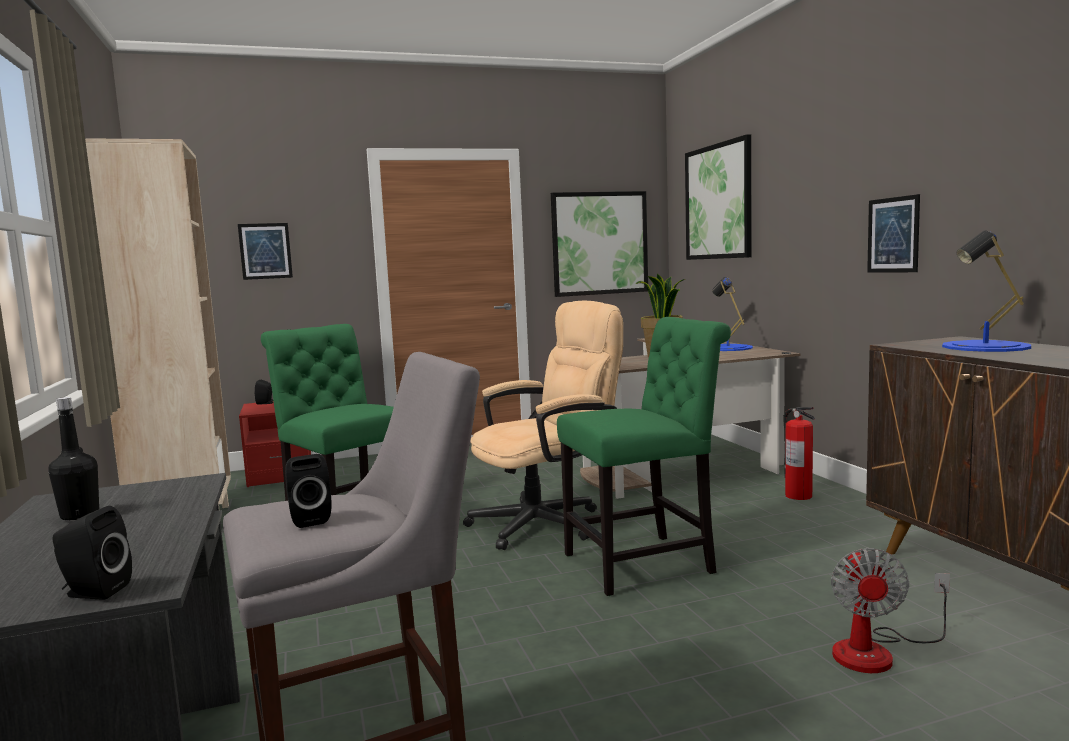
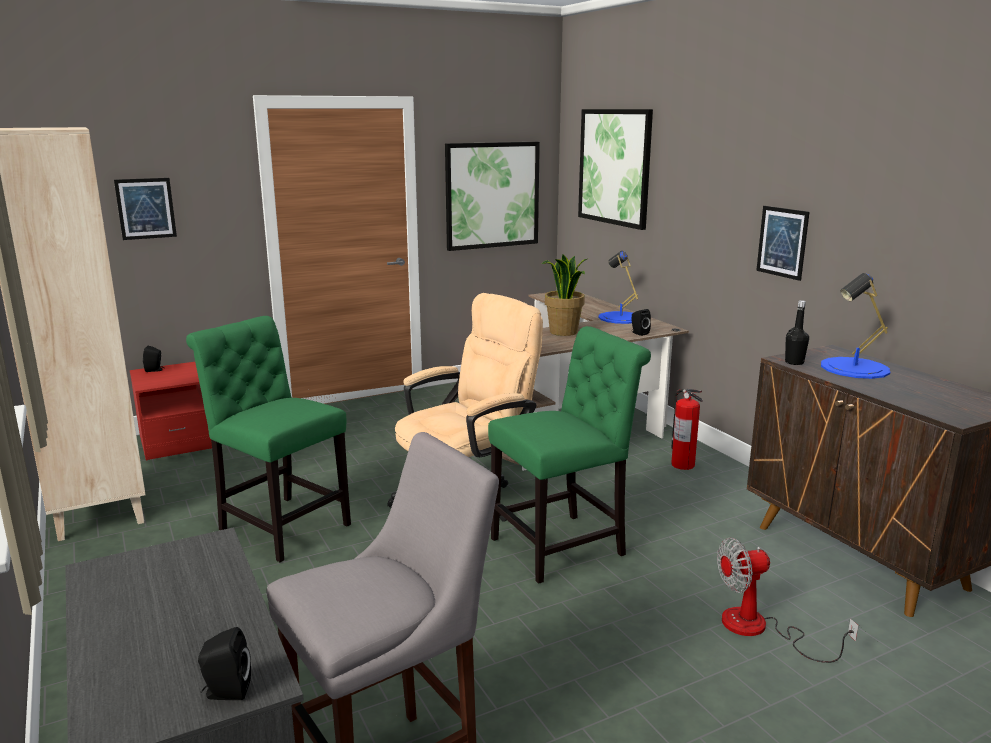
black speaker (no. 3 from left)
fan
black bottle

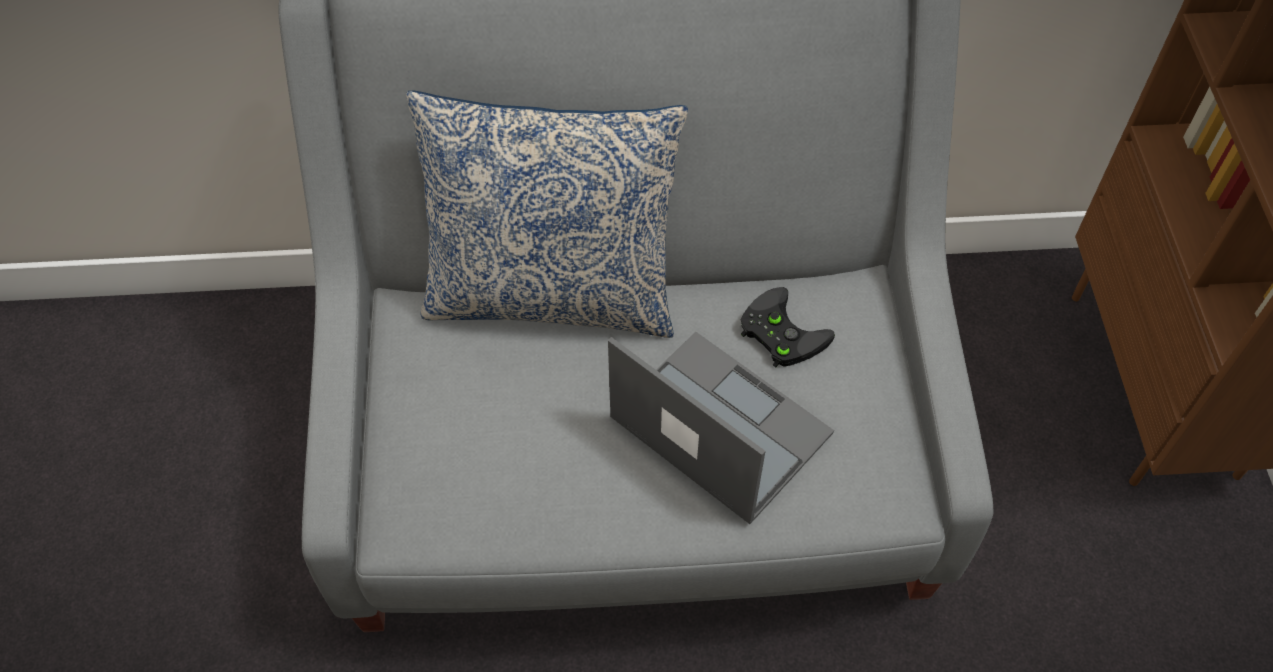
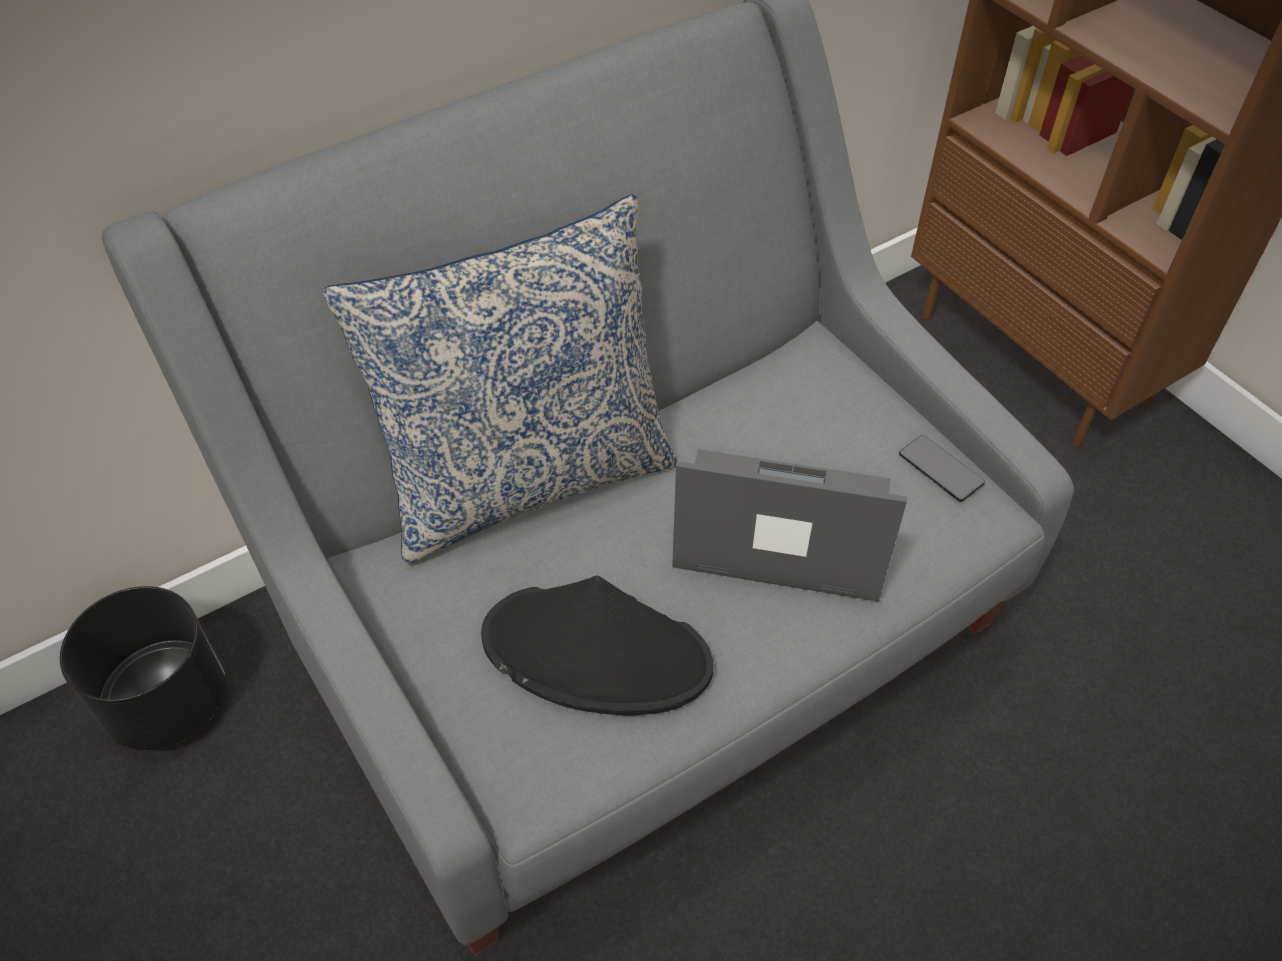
black planter
black hat
phone
black game controller

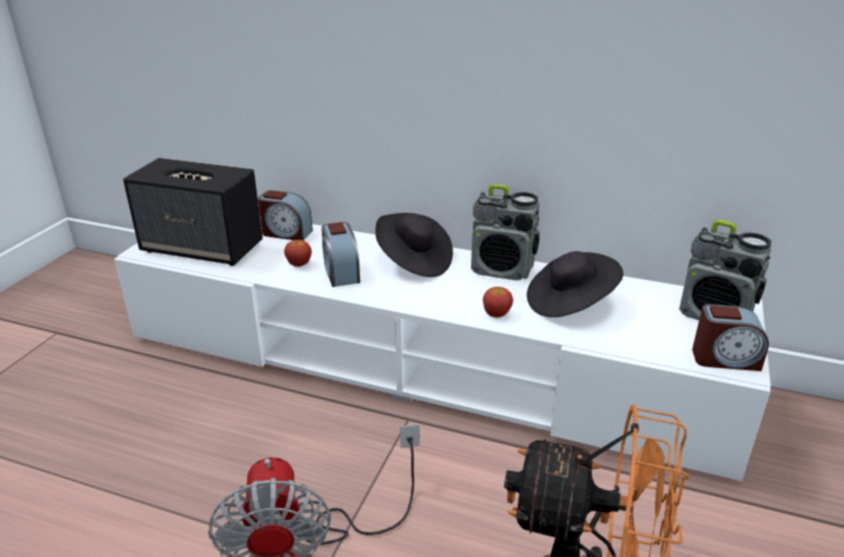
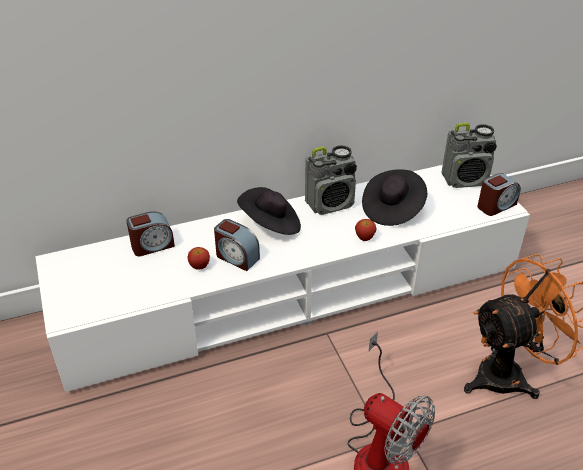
speaker

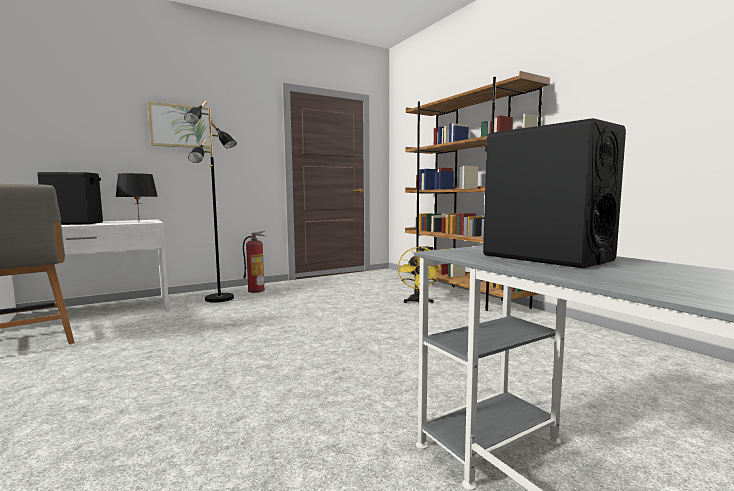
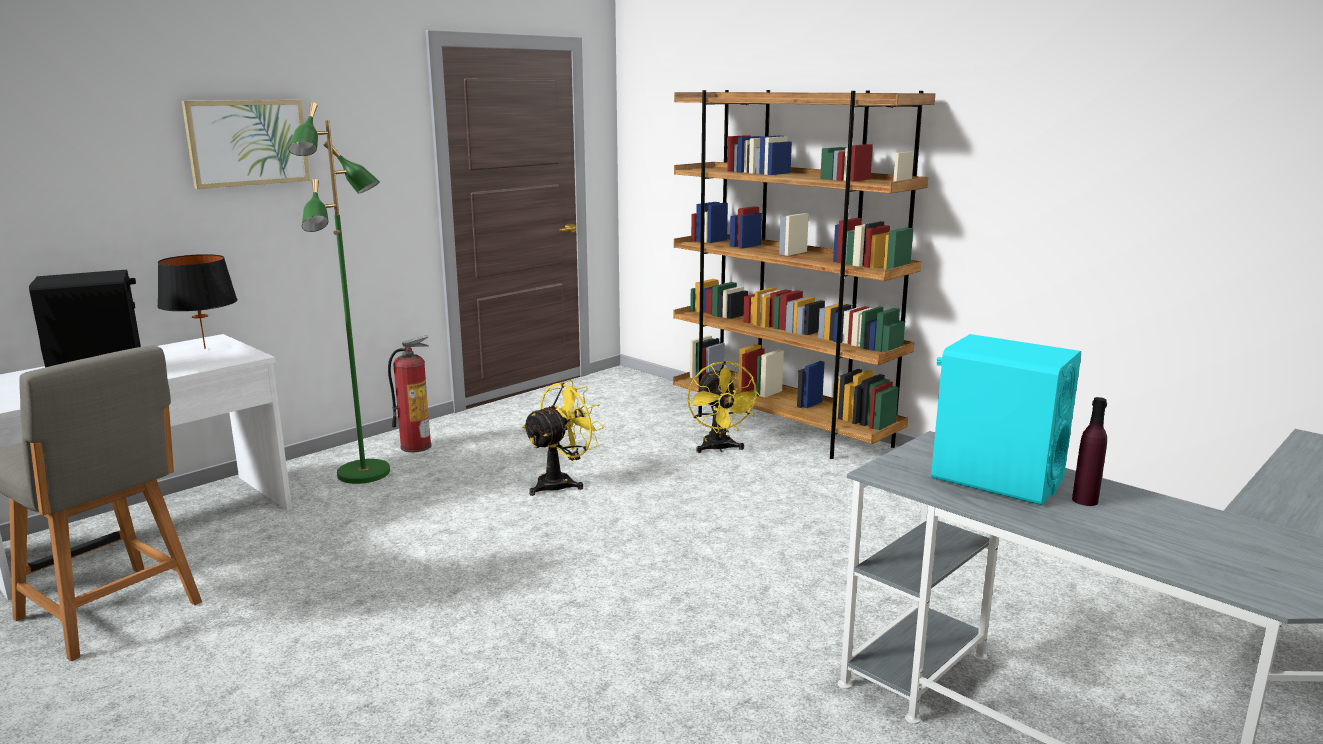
green floor lamp
yellow fan (no. 1 from left)
turquoise speaker
purple bottle

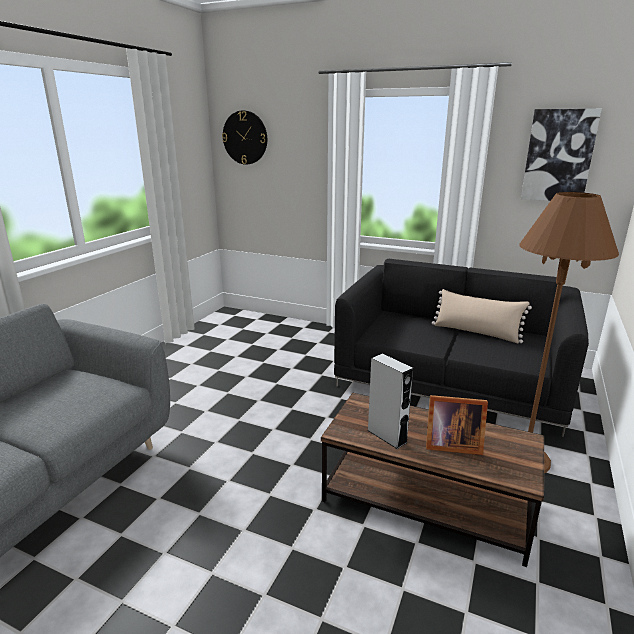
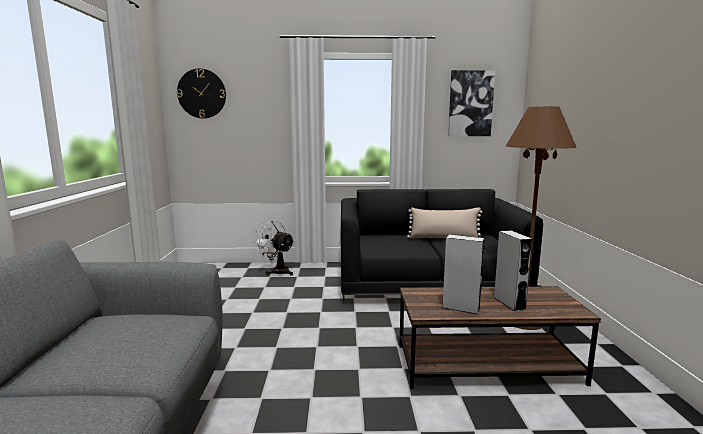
white fan
grey speaker (no. 2 from left)

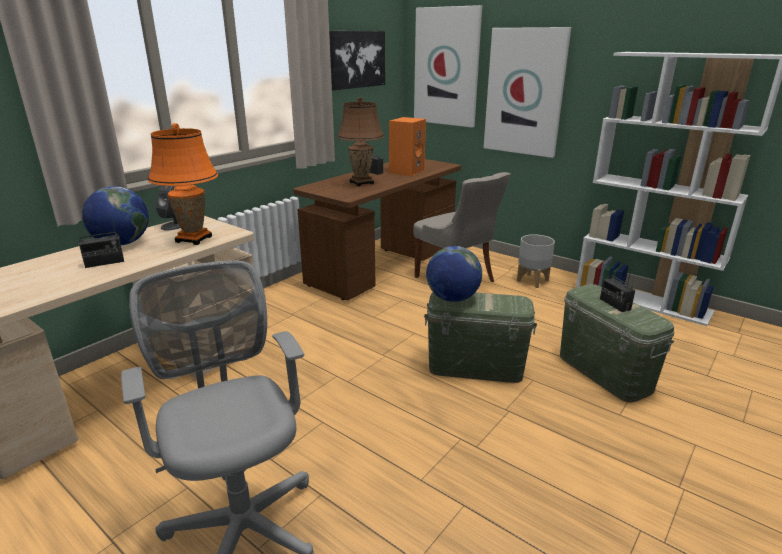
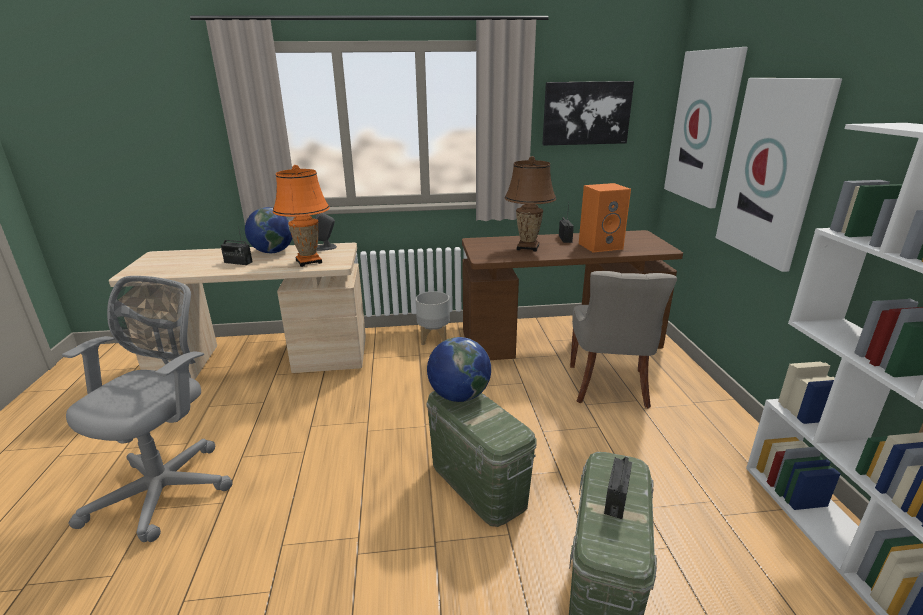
grey planter

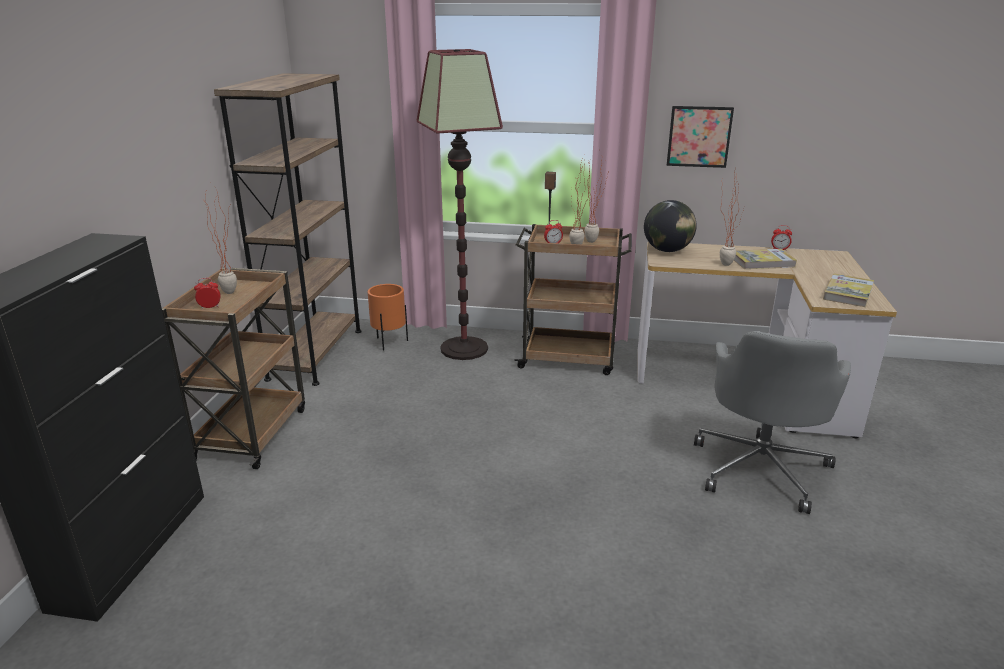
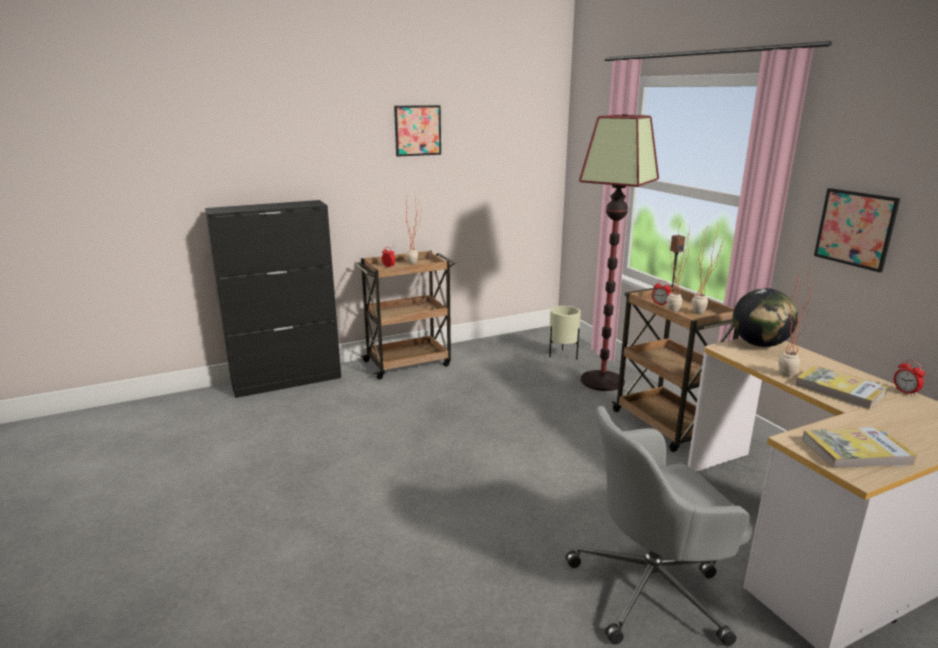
picture (no. 1 from left)
beige planter
brown bookcase

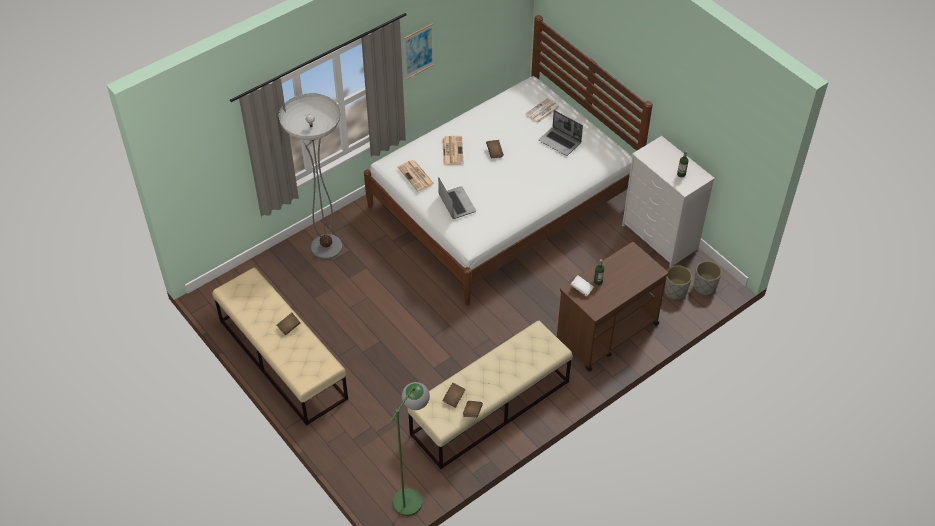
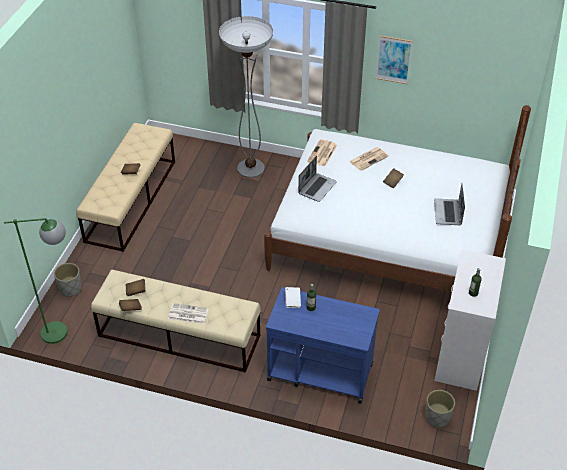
grey planter (no. 1 from left)
newspaper (no. 1 from left)
blue cart

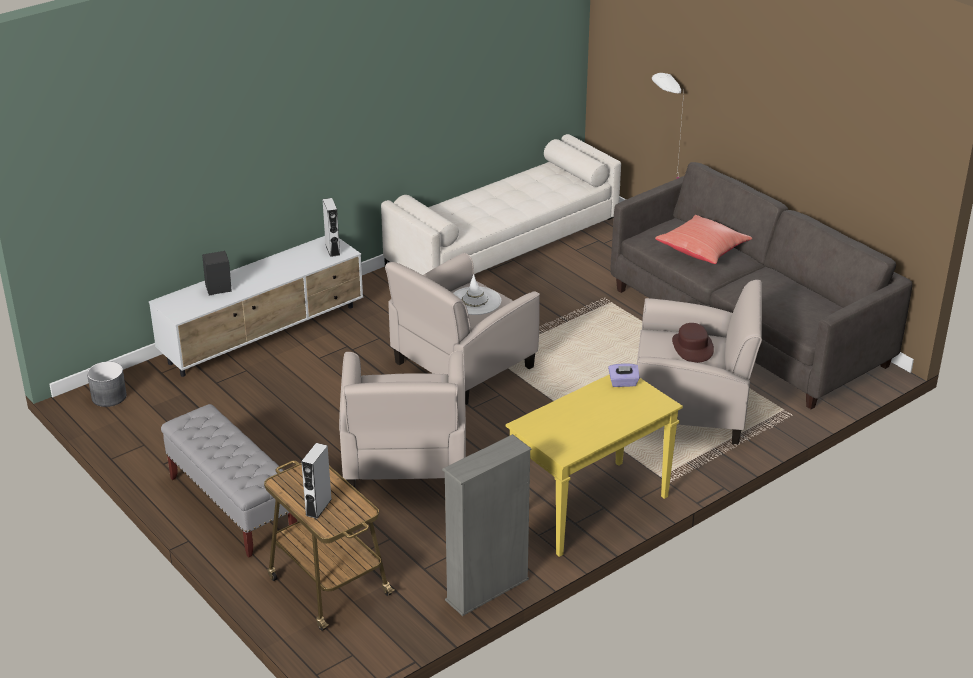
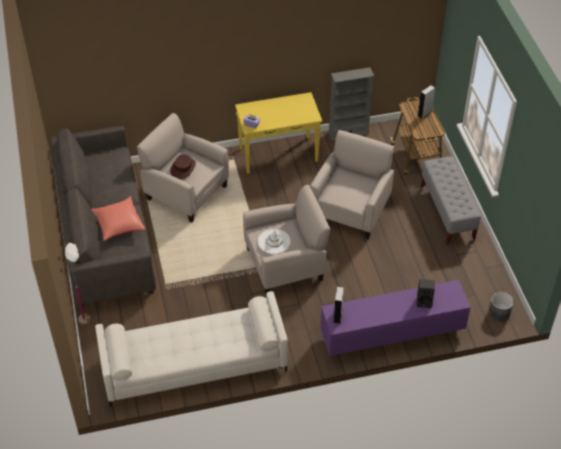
purple tv stand

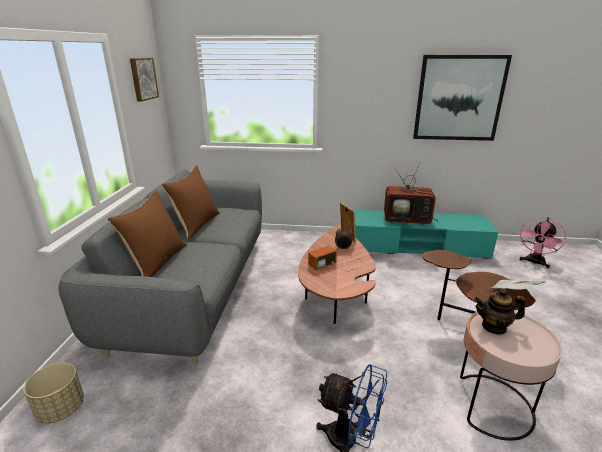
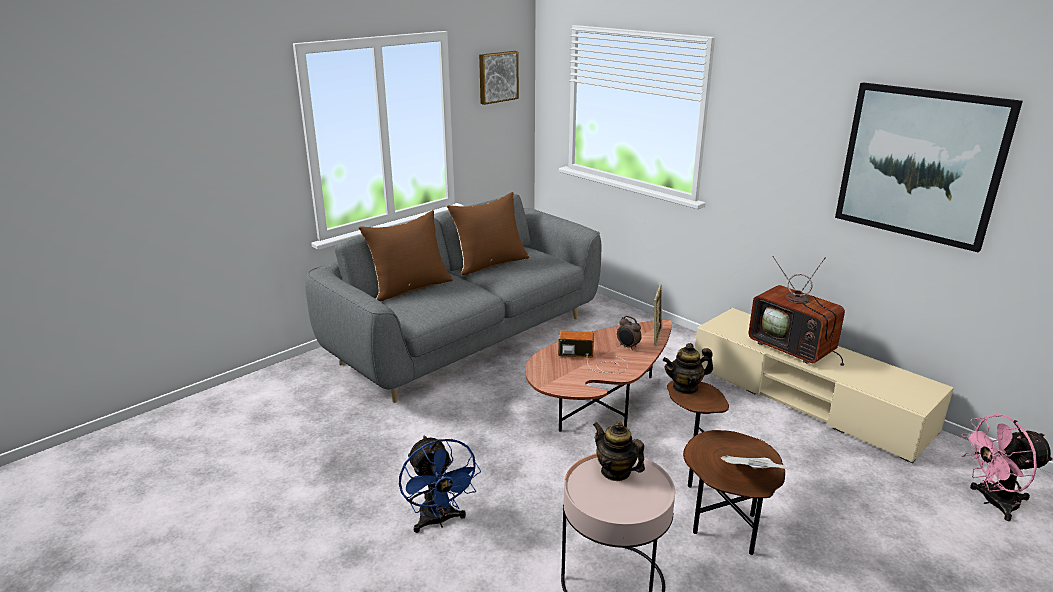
teapot (no. 2 from left)
beige tv stand
beige planter

